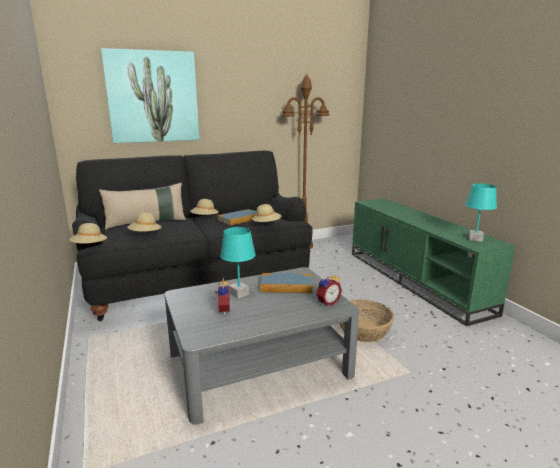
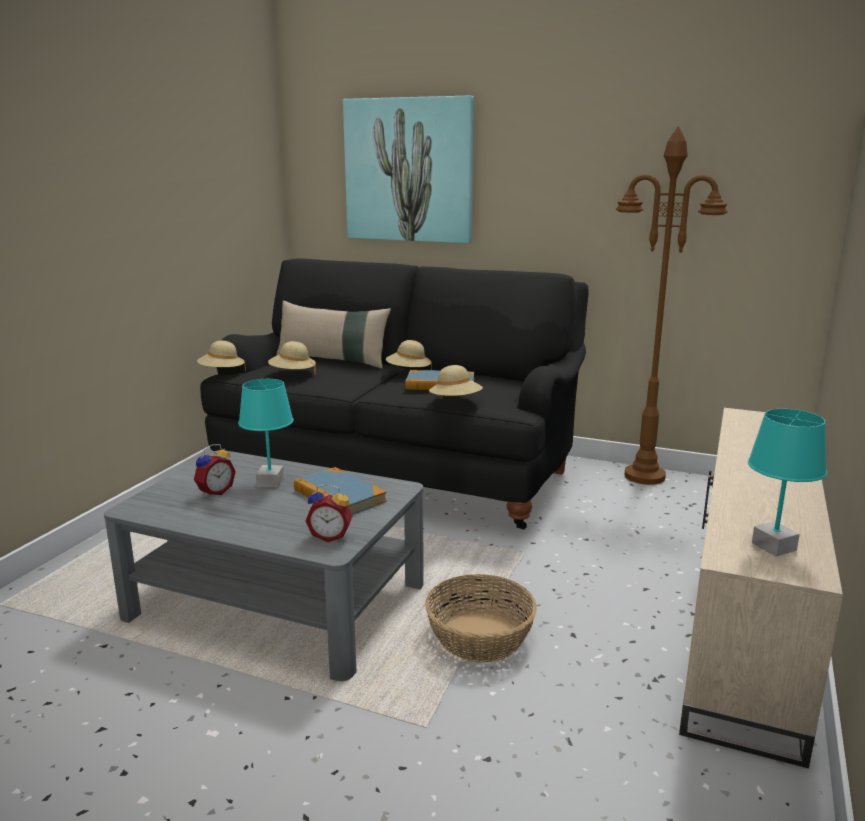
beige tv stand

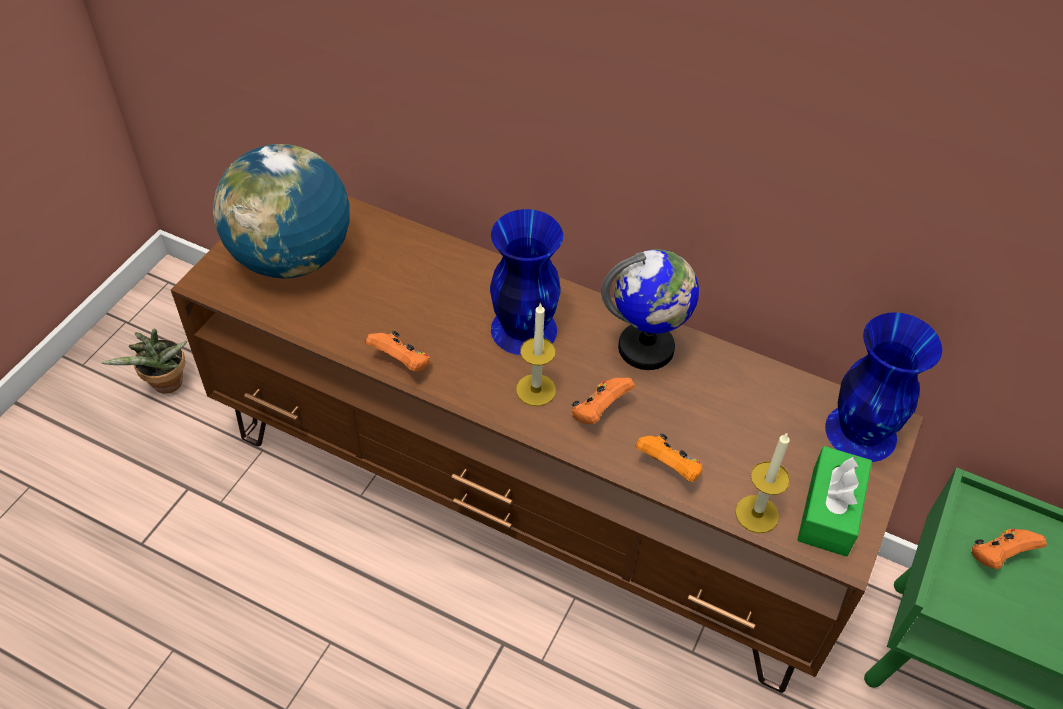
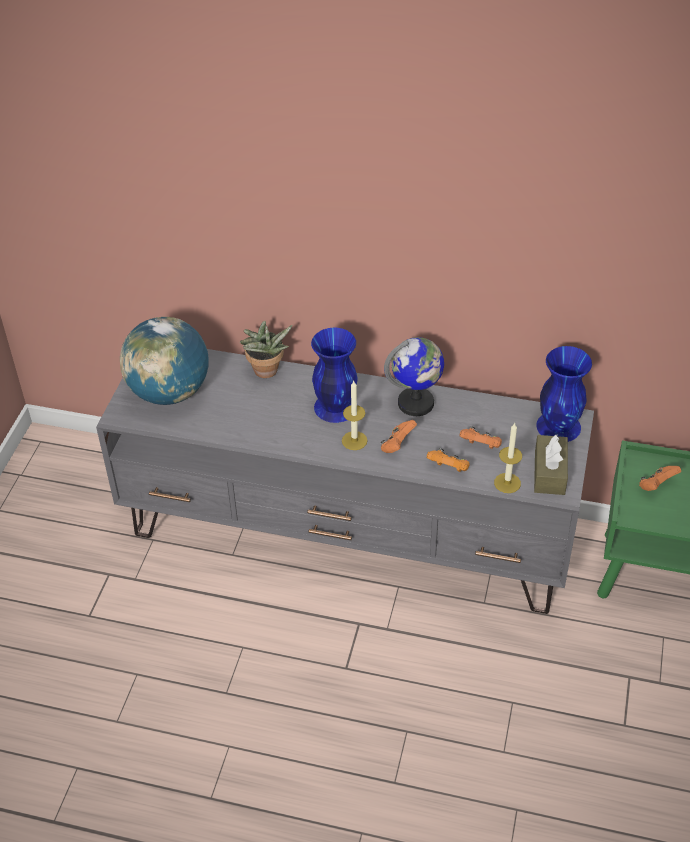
grey tv stand
potted plant
orange game controller (no. 3 from left)
brown tissue box

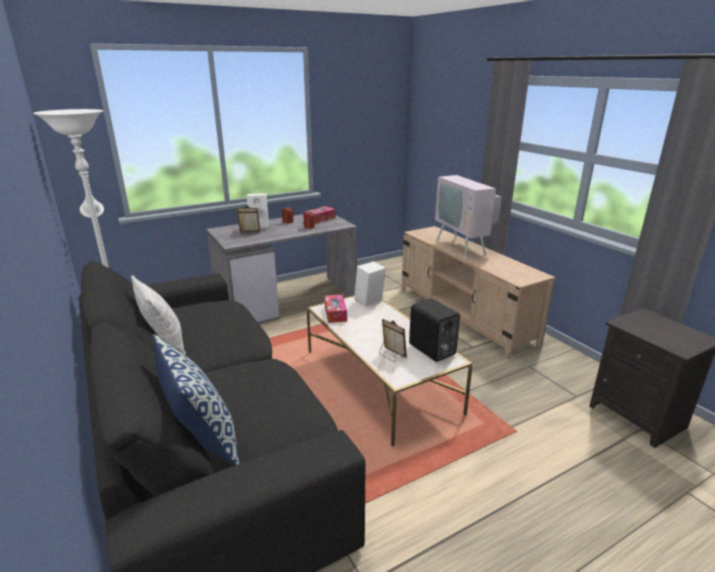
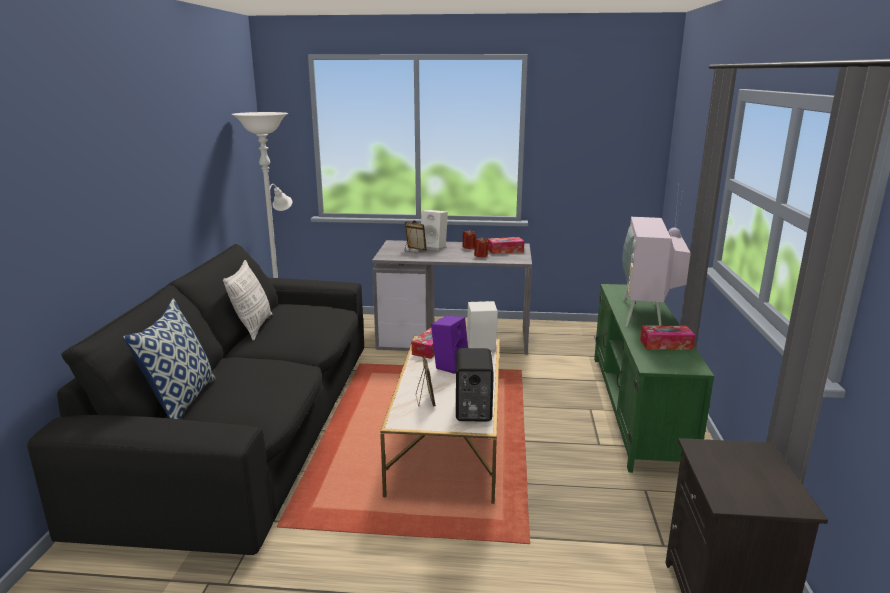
purple speaker
green tv stand
tissue box (no. 3 from left)

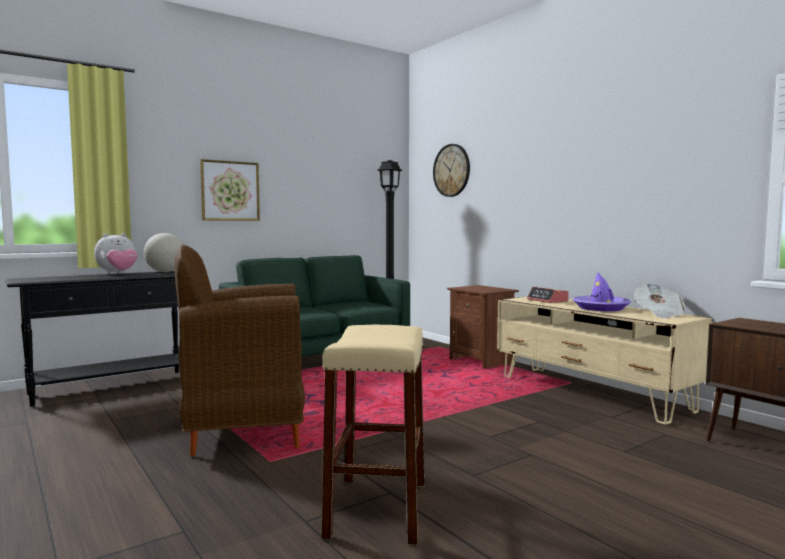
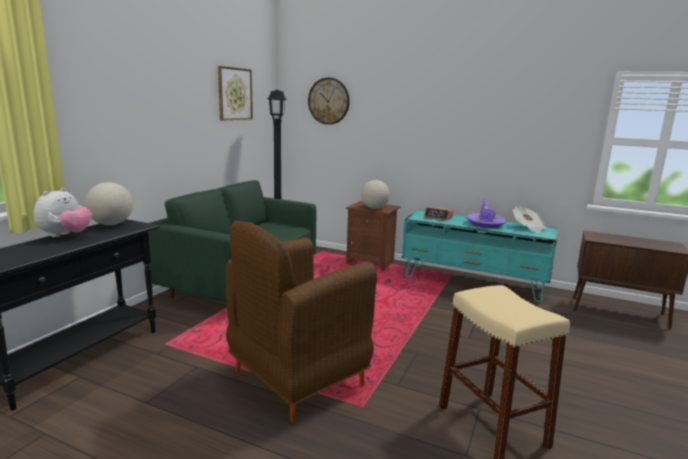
picture
globe (no. 2 from left)
turquoise tv stand

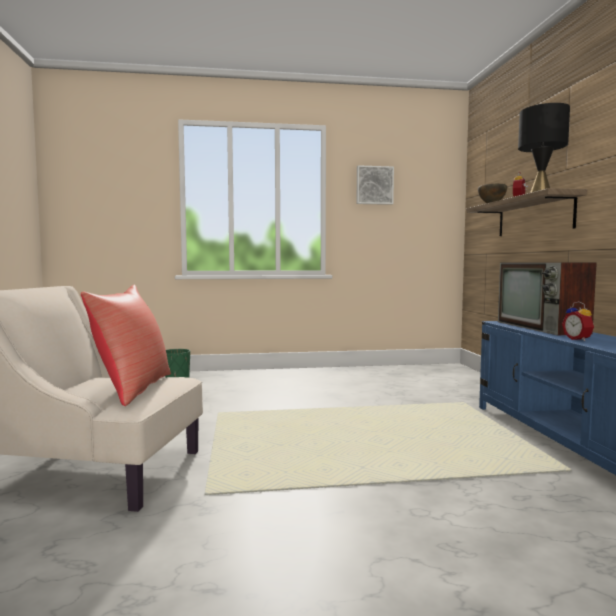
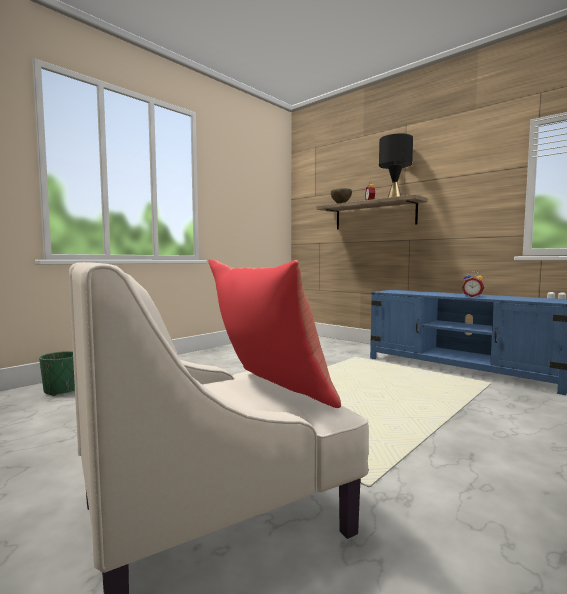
picture
television

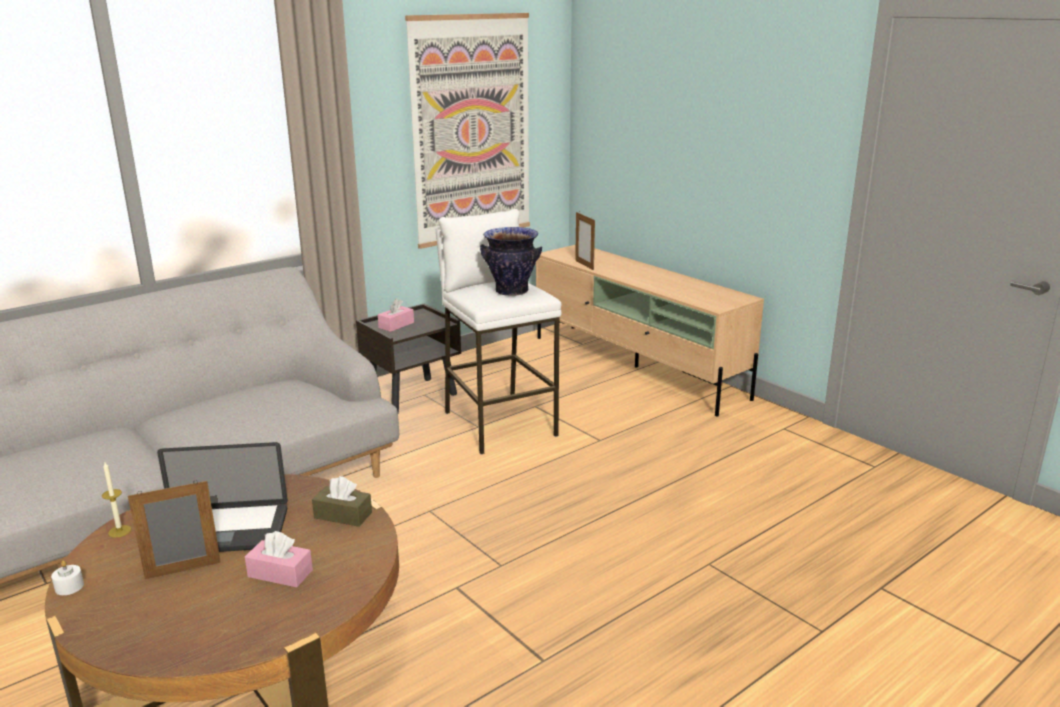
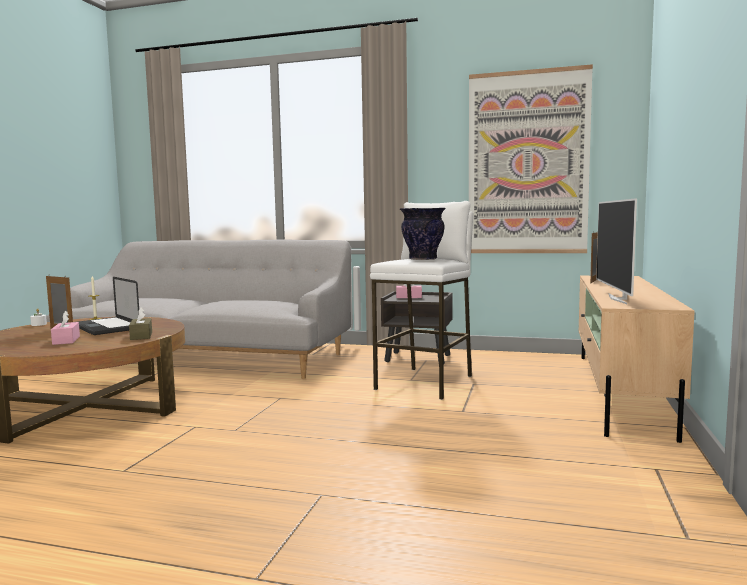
television

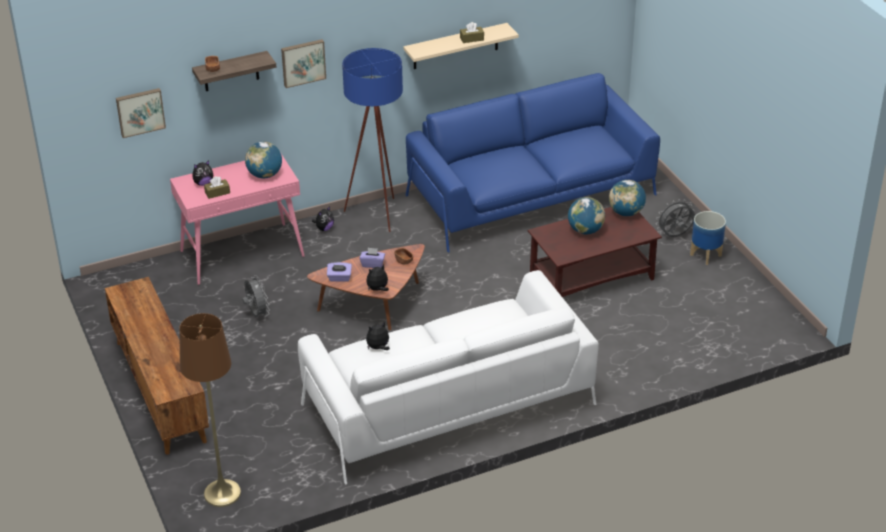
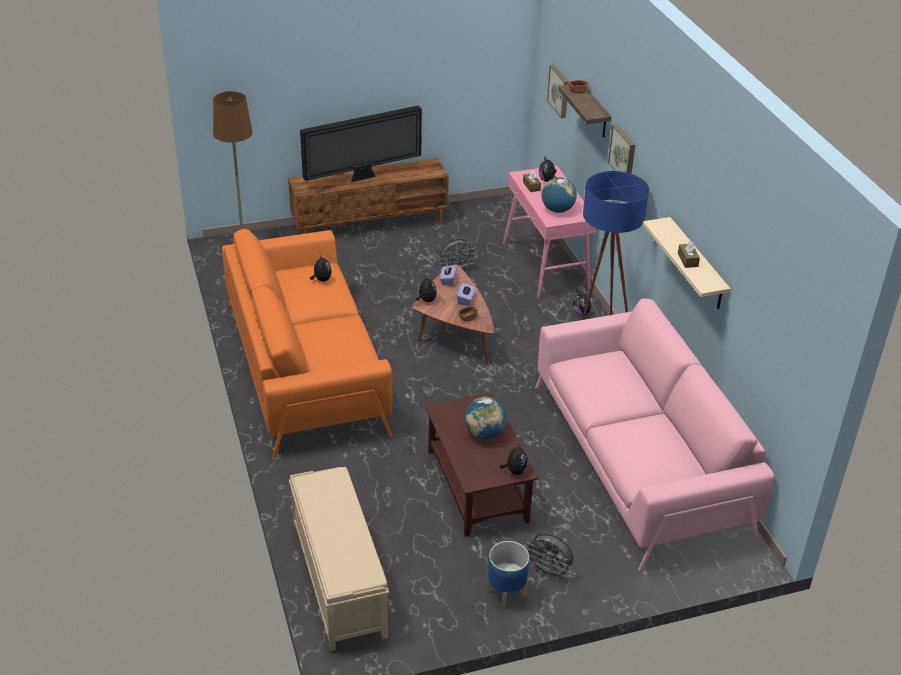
orange sofa
beige bench
television
plush toy (no. 3 from left)
grey fan (no. 2 from left)
pink sofa

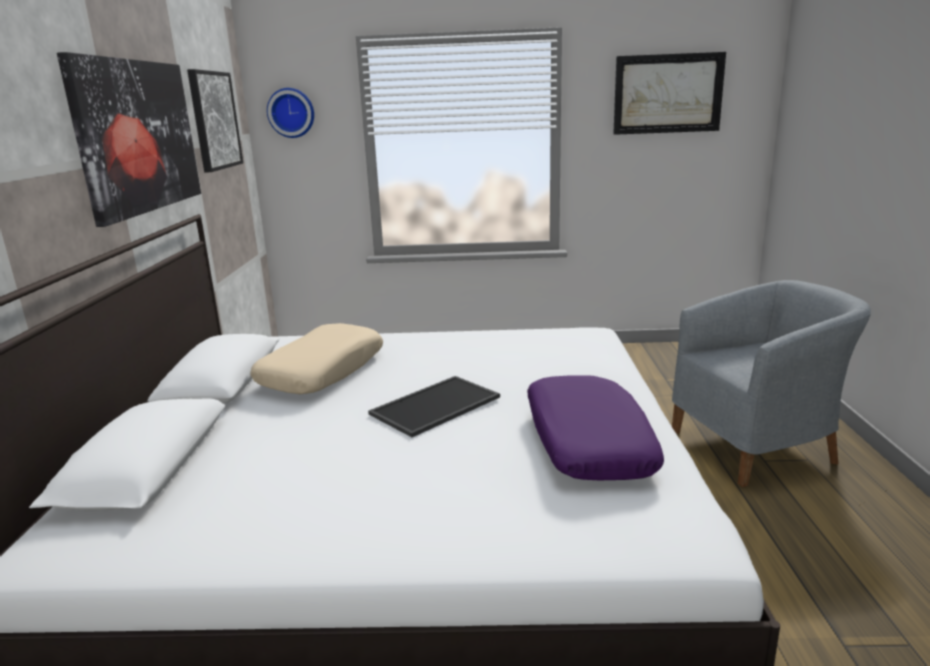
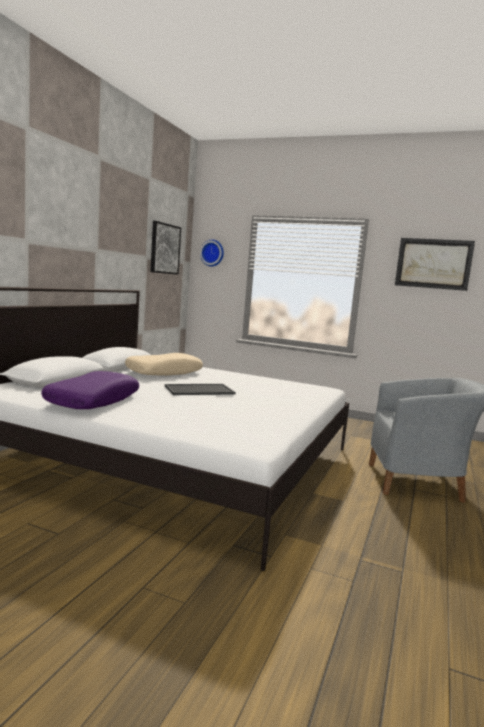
purple pillow
picture (no. 1 from left in the first image)

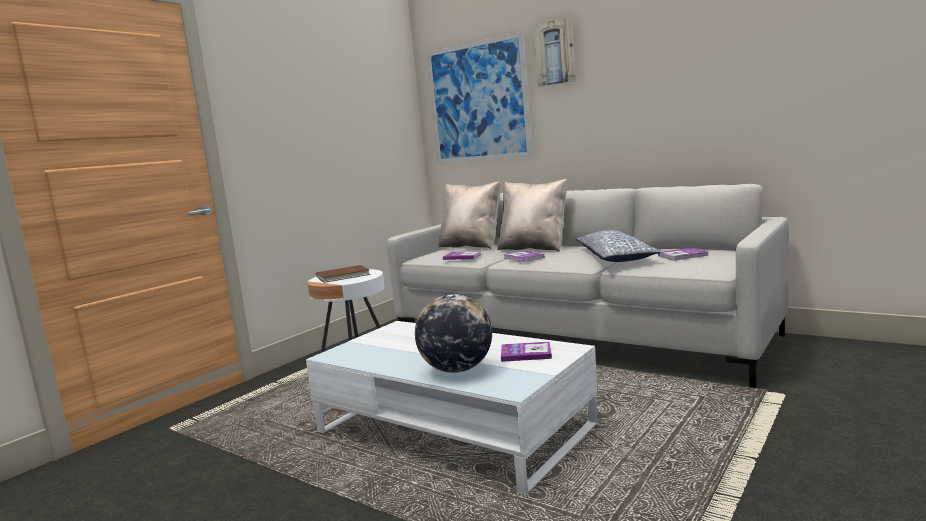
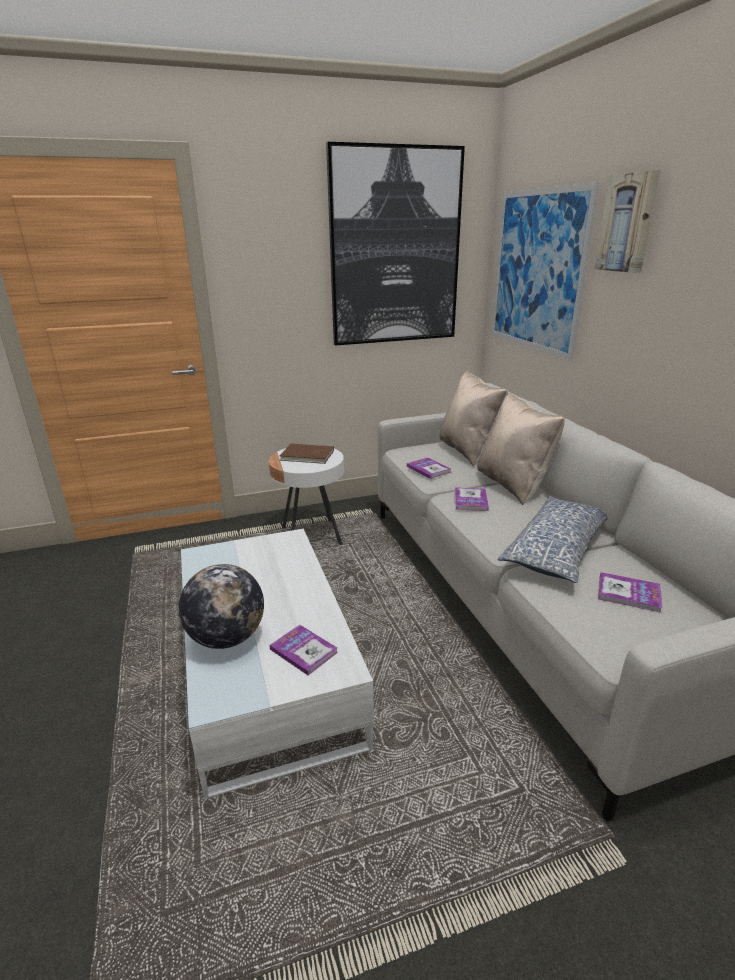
picture (no. 1 from left)

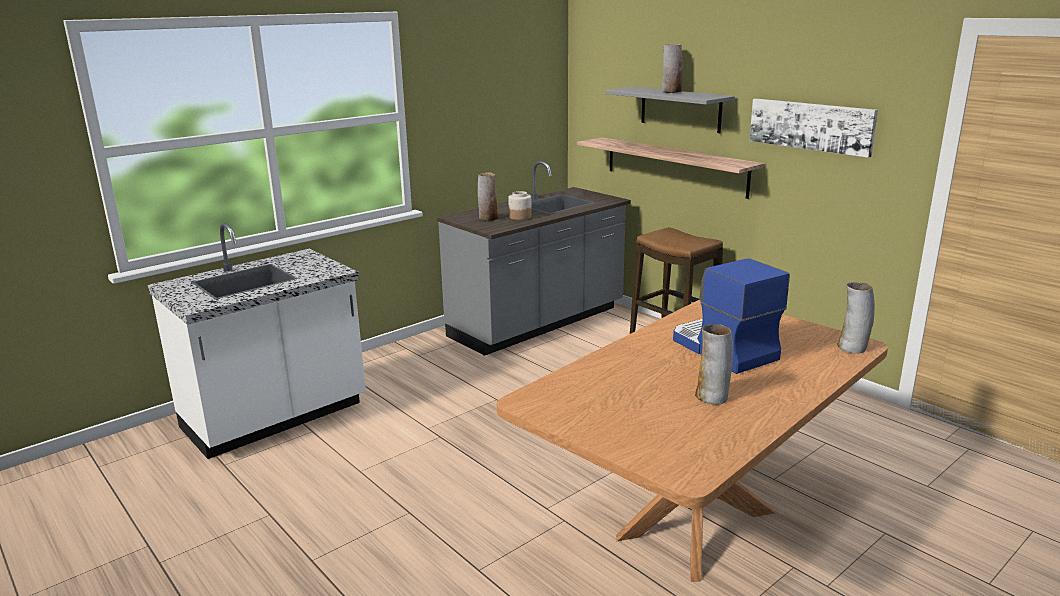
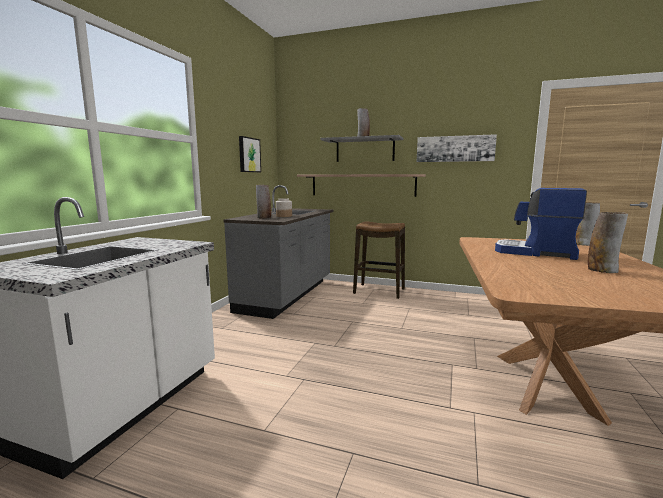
picture (no. 1 from left)

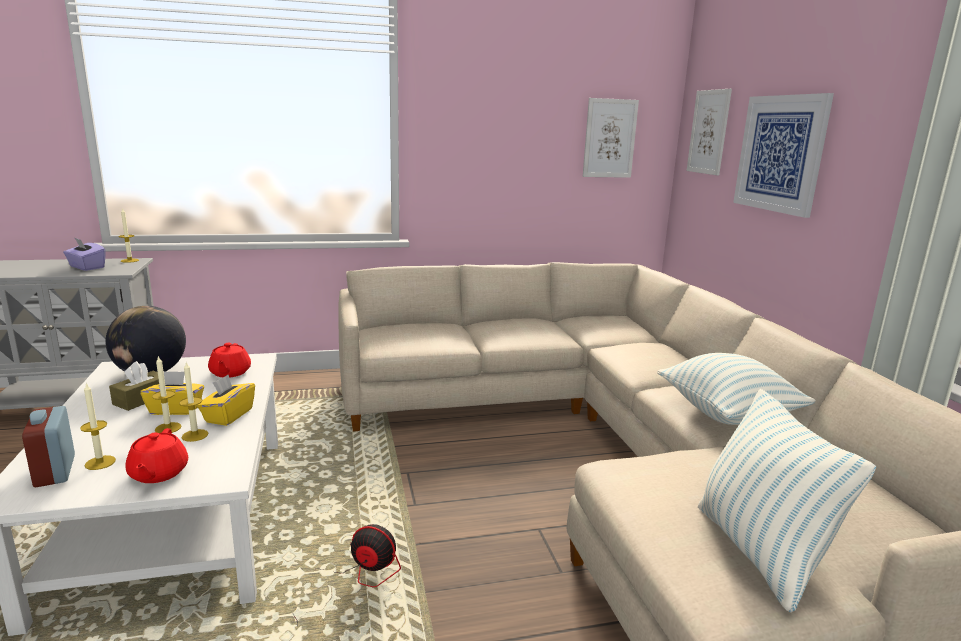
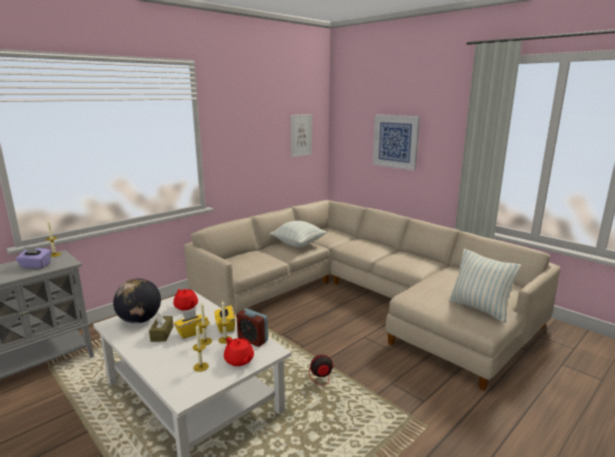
alarm clock
pillow (no. 1 from left)
picture (no. 2 from left in the first image)

